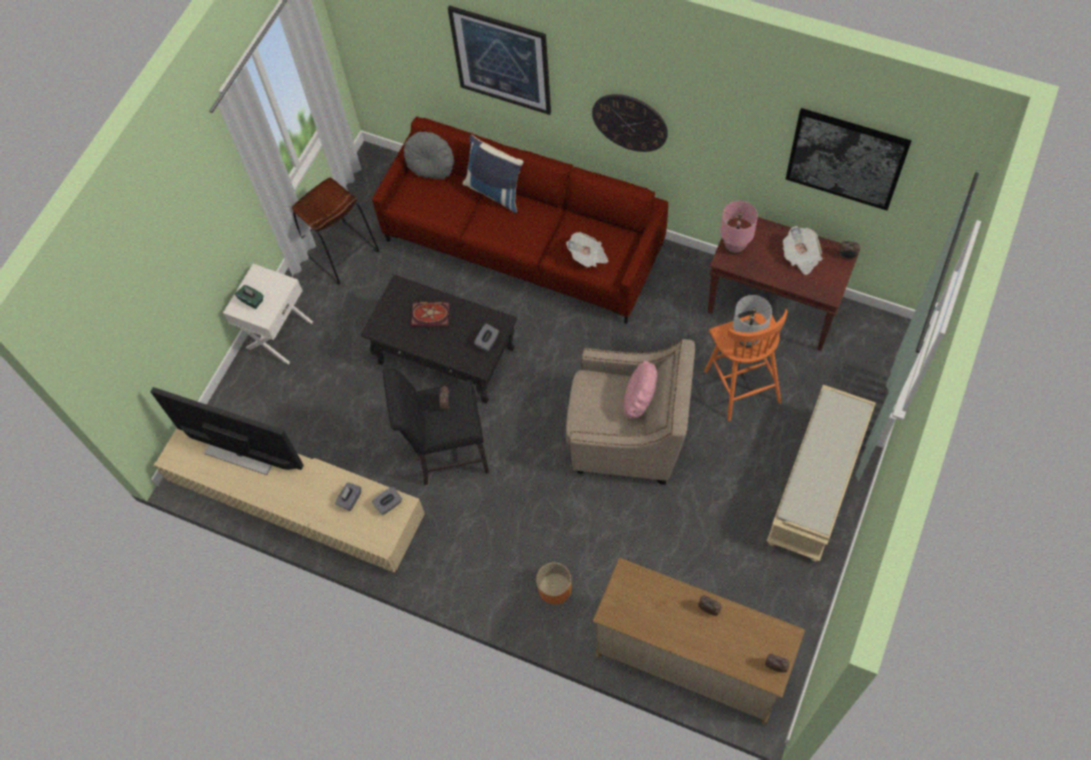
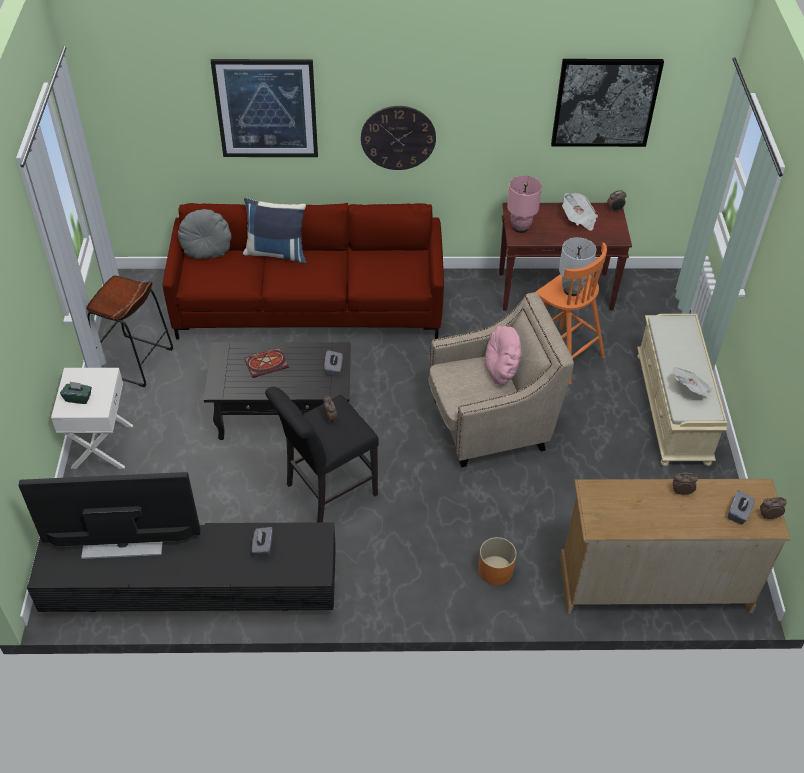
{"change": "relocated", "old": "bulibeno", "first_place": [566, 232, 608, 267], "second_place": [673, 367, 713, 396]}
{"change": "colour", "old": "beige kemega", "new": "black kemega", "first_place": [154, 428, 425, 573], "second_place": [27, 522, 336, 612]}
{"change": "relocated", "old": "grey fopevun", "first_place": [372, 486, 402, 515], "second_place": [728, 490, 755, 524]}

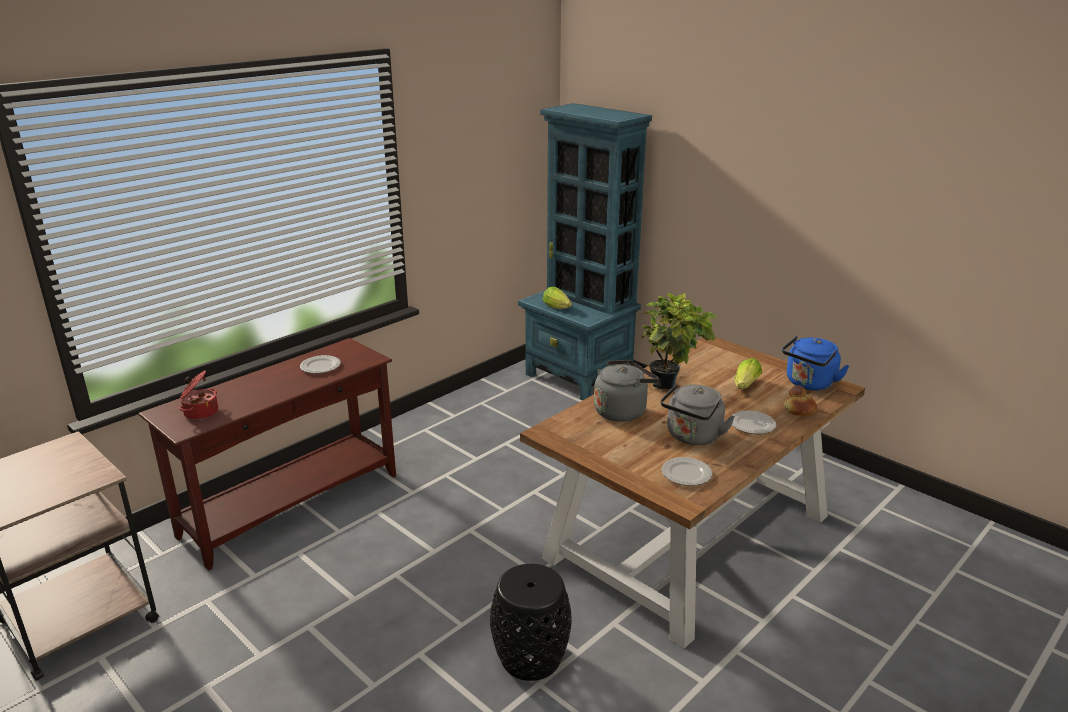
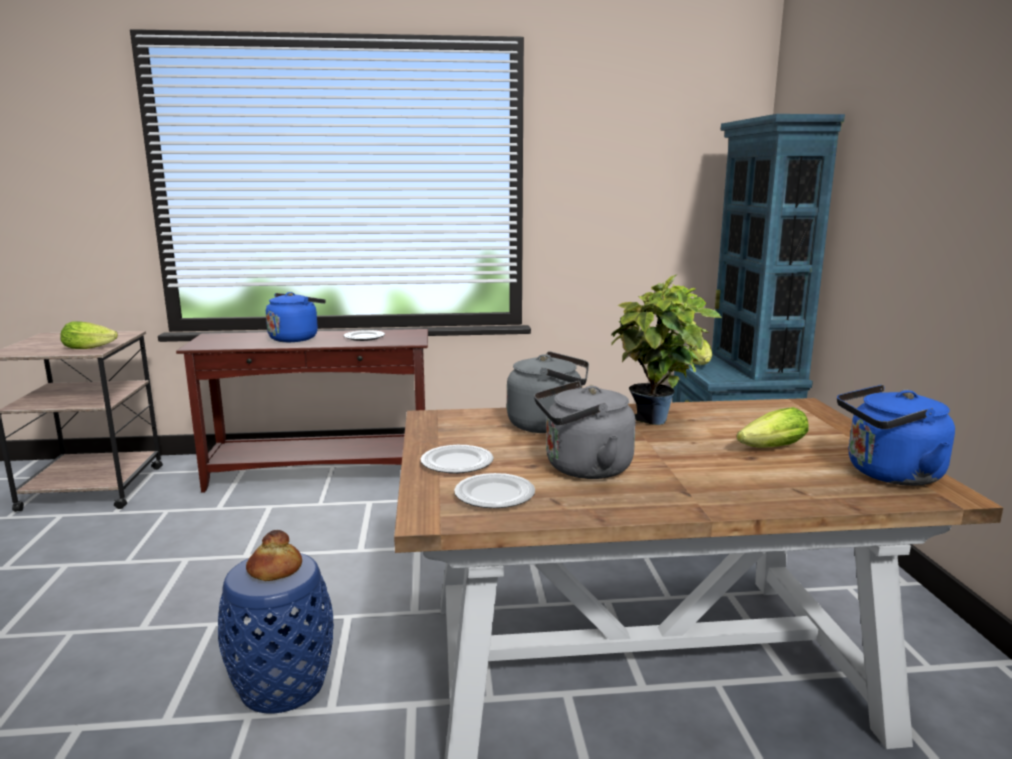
{"change": "missing", "old": "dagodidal", "first_place": [179, 370, 218, 420]}
{"change": "relocated", "old": "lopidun", "first_place": [784, 385, 817, 416], "second_place": [246, 530, 302, 581]}
{"change": "relocated", "old": "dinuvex", "first_place": [731, 411, 776, 434], "second_place": [421, 445, 494, 474]}
{"change": "colour", "old": "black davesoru", "new": "blue davesoru", "first_place": [490, 564, 572, 681], "second_place": [218, 553, 334, 714]}
{"change": "appeared", "new": "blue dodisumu", "second_place": [266, 292, 326, 342]}
{"change": "appeared", "new": "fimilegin", "second_place": [60, 321, 118, 349]}

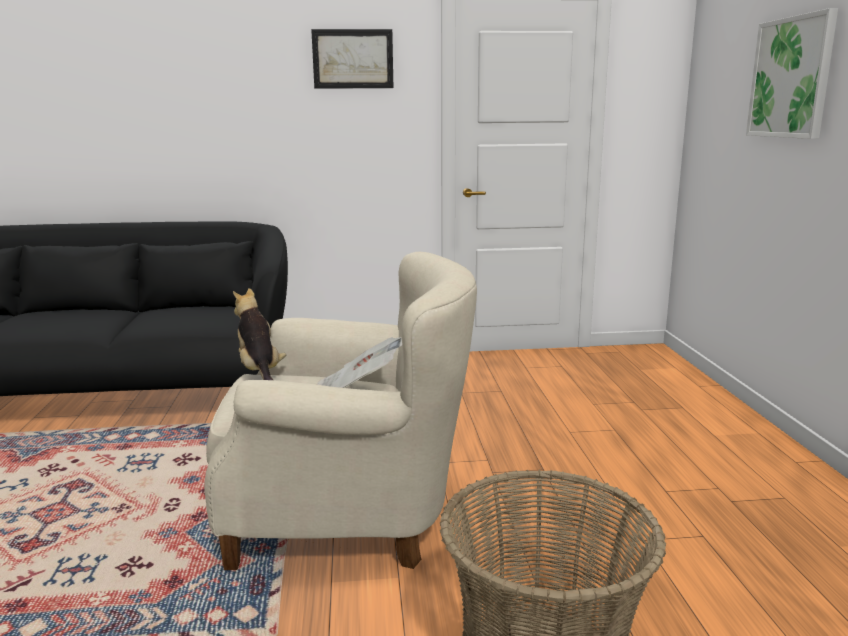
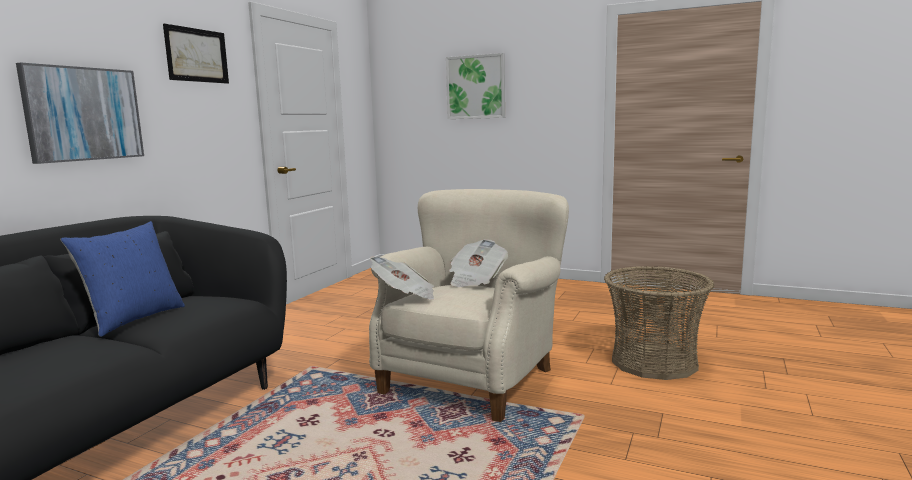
{"change": "exchanged", "old": "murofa", "new": "bulibeno", "first_place": [233, 288, 286, 380], "second_place": [370, 256, 434, 300]}
{"change": "appeared", "new": "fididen", "second_place": [16, 63, 144, 164]}
{"change": "appeared", "new": "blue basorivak", "second_place": [61, 221, 185, 337]}

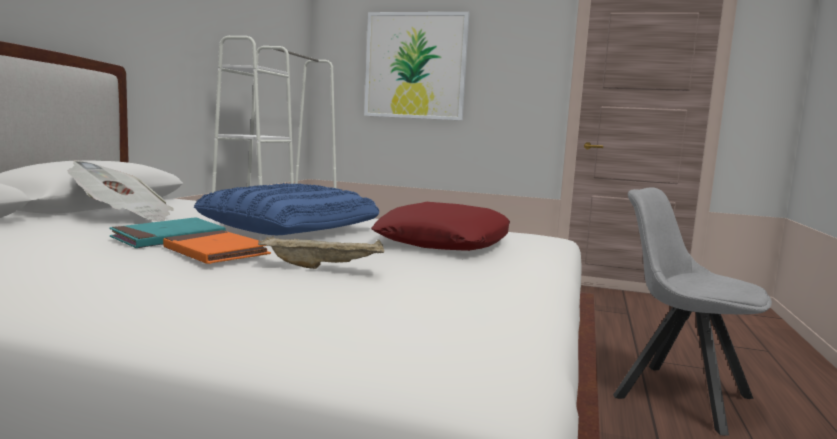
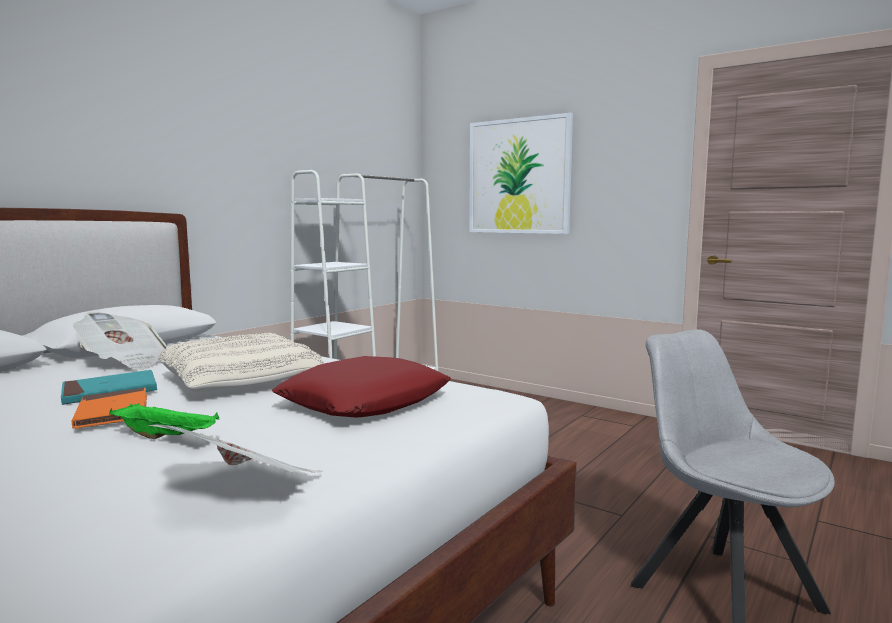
{"change": "colour", "old": "blue basorivak", "new": "beige basorivak", "first_place": [194, 183, 380, 235], "second_place": [158, 333, 325, 392]}
{"change": "colour", "old": "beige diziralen", "new": "green diziralen", "first_place": [258, 236, 384, 269], "second_place": [109, 403, 219, 439]}
{"change": "appeared", "new": "bulibeno", "second_place": [147, 425, 324, 475]}

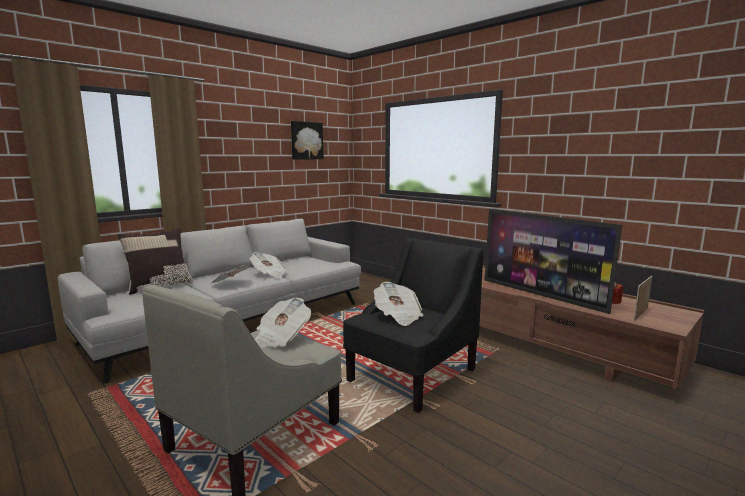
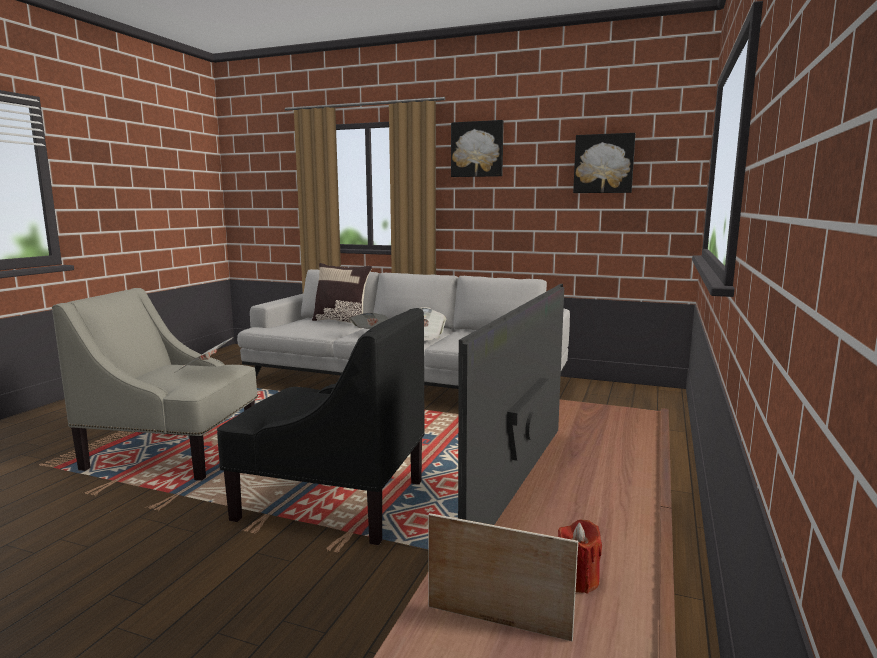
{"change": "missing", "old": "bulibeno", "first_place": [373, 282, 424, 326]}
{"change": "appeared", "new": "fididen", "second_place": [451, 120, 504, 177]}

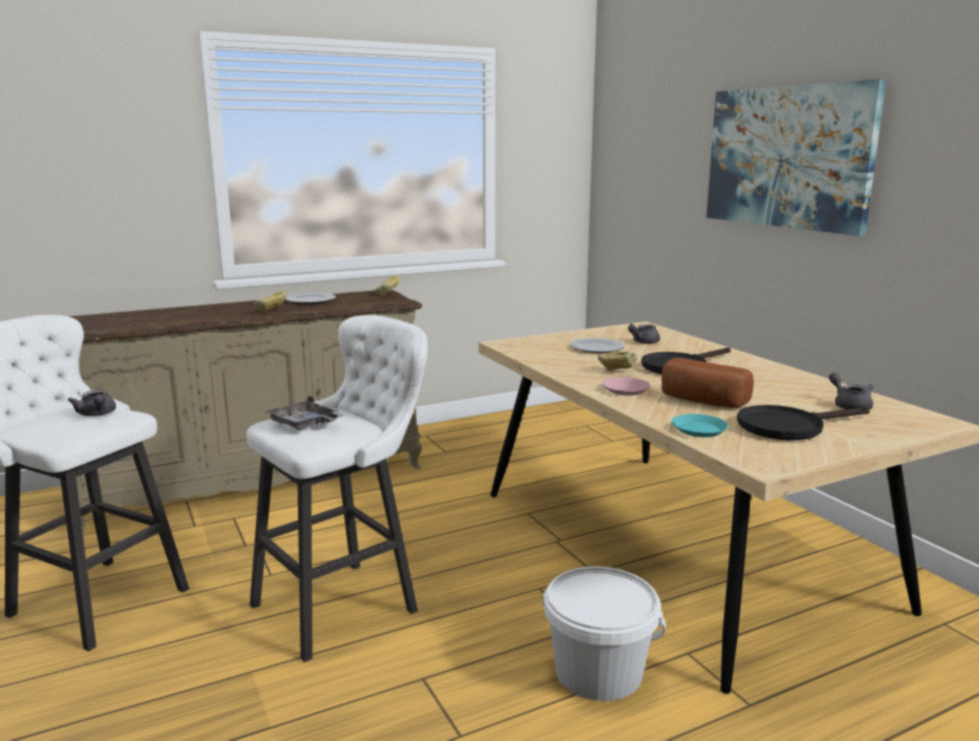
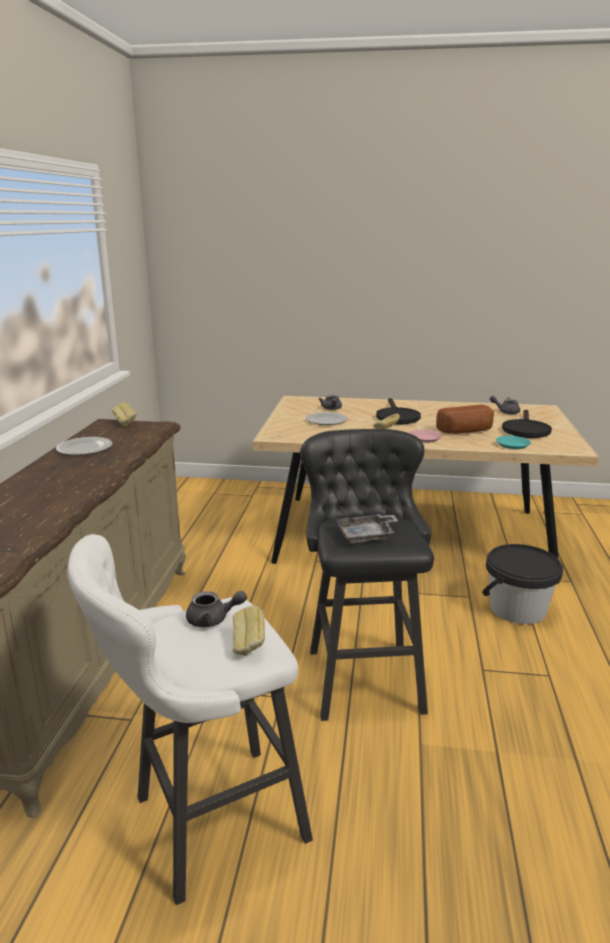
{"change": "missing", "old": "fididen", "first_place": [706, 79, 886, 236]}
{"change": "relocated", "old": "lopidun", "first_place": [254, 290, 287, 313], "second_place": [233, 605, 265, 656]}
{"change": "colour", "old": "white davesoru", "new": "black davesoru", "first_place": [246, 315, 428, 662], "second_place": [300, 429, 434, 721]}
{"change": "colour", "old": "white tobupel", "new": "black tobupel", "first_place": [543, 566, 666, 701], "second_place": [482, 544, 563, 624]}

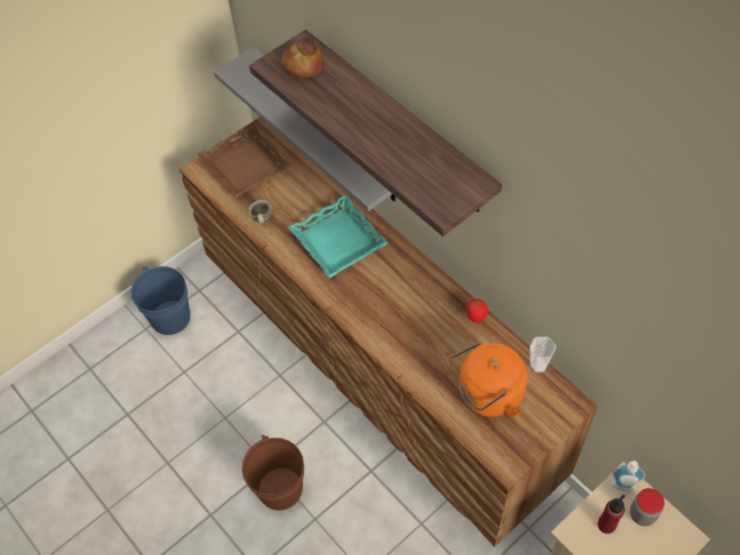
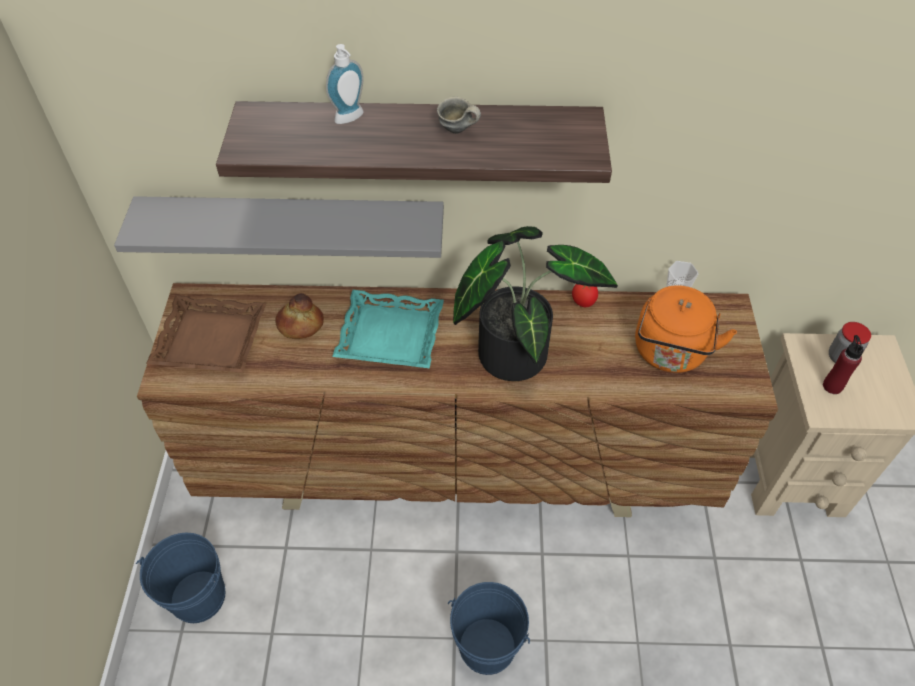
{"change": "relocated", "old": "lopidun", "first_place": [282, 38, 324, 77], "second_place": [275, 293, 324, 339]}
{"change": "relocated", "old": "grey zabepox", "first_place": [249, 200, 271, 224], "second_place": [437, 97, 481, 134]}
{"change": "colour", "old": "brown tobupel", "new": "blue tobupel", "first_place": [242, 435, 304, 510], "second_place": [447, 582, 530, 675]}
{"change": "relocated", "old": "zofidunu", "first_place": [611, 461, 645, 491], "second_place": [326, 44, 364, 124]}
{"change": "appeared", "new": "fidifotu", "second_place": [453, 226, 618, 381]}

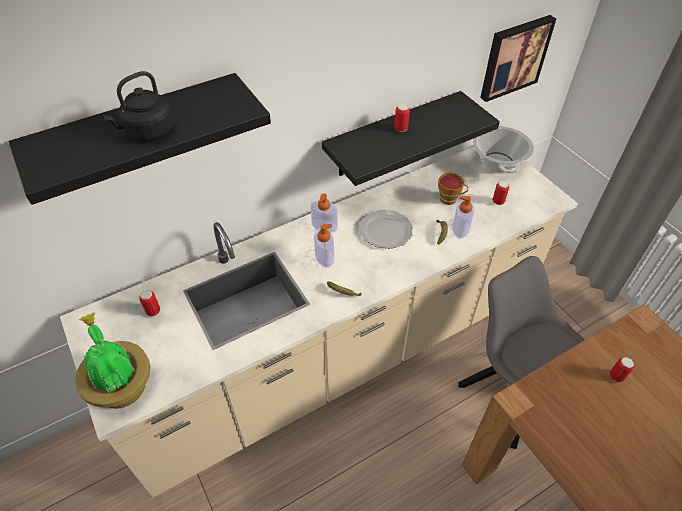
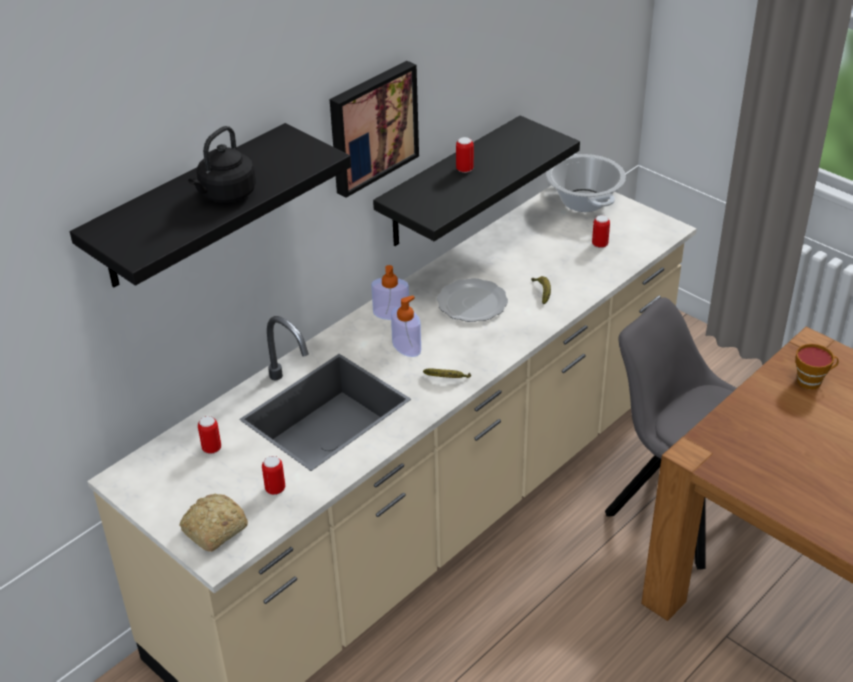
{"change": "relocated", "old": "fididen", "first_place": [480, 15, 556, 102], "second_place": [329, 61, 419, 198]}
{"change": "relocated", "old": "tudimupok", "first_place": [438, 173, 468, 205], "second_place": [796, 344, 839, 390]}
{"change": "missing", "old": "zofidunu", "first_place": [452, 196, 474, 238]}
{"change": "exchanged", "old": "fidifotu", "new": "lopidun", "first_place": [75, 312, 150, 409], "second_place": [180, 494, 248, 552]}
{"change": "relocated", "old": "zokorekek", "first_place": [610, 357, 634, 382], "second_place": [262, 456, 285, 495]}

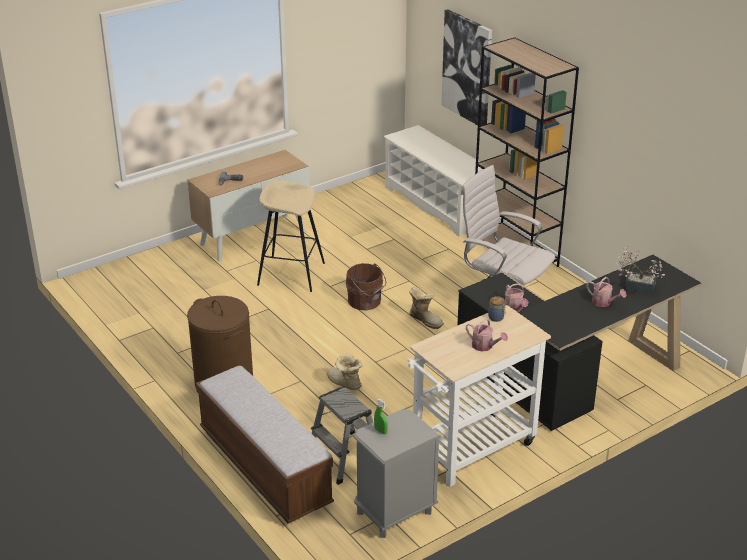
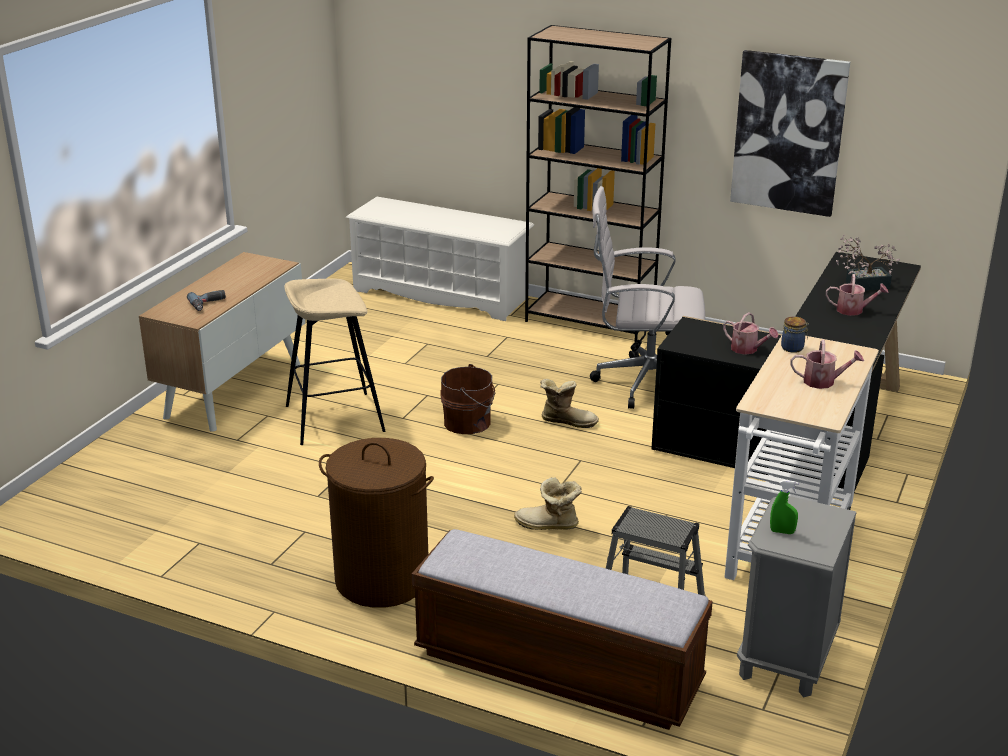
{"change": "relocated", "old": "fididen", "first_place": [441, 9, 492, 126], "second_place": [730, 50, 850, 217]}

